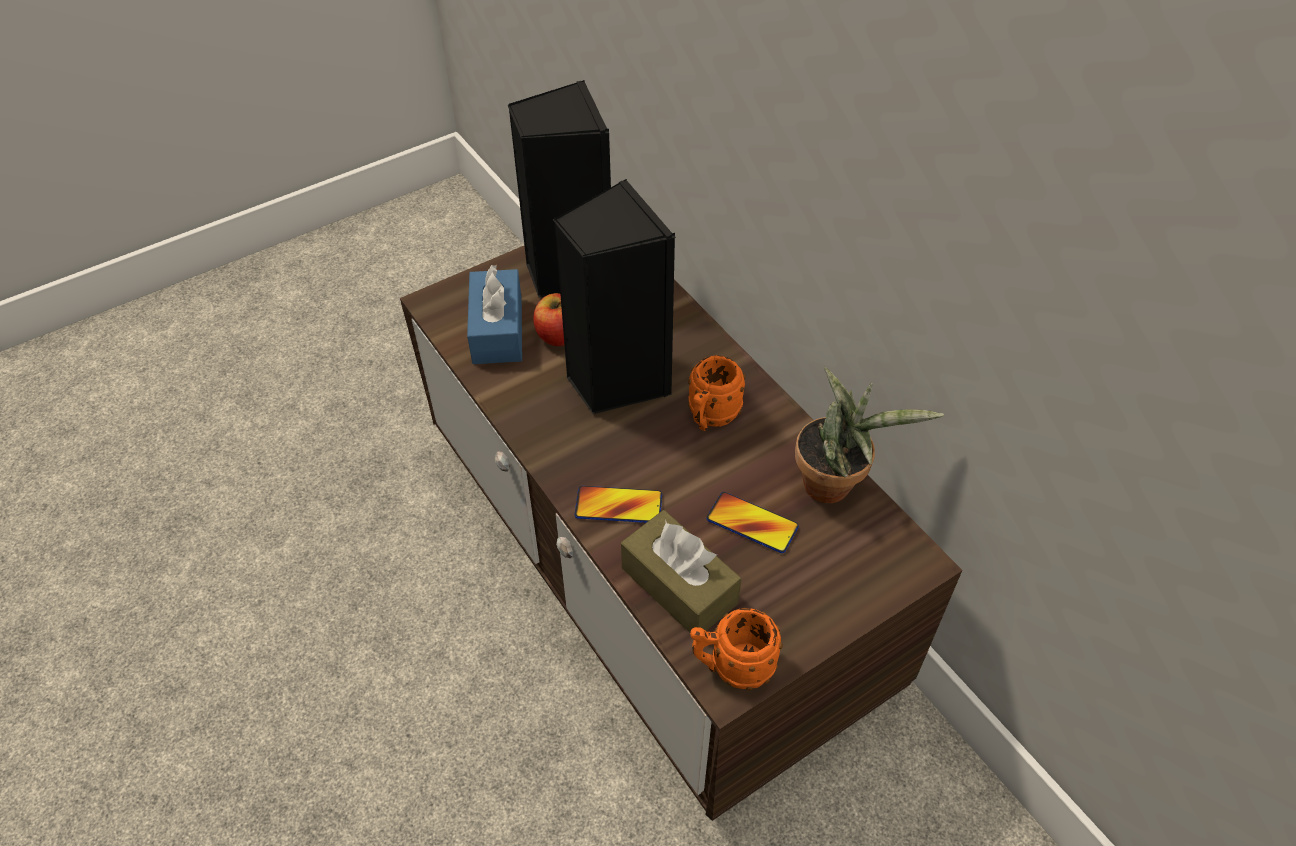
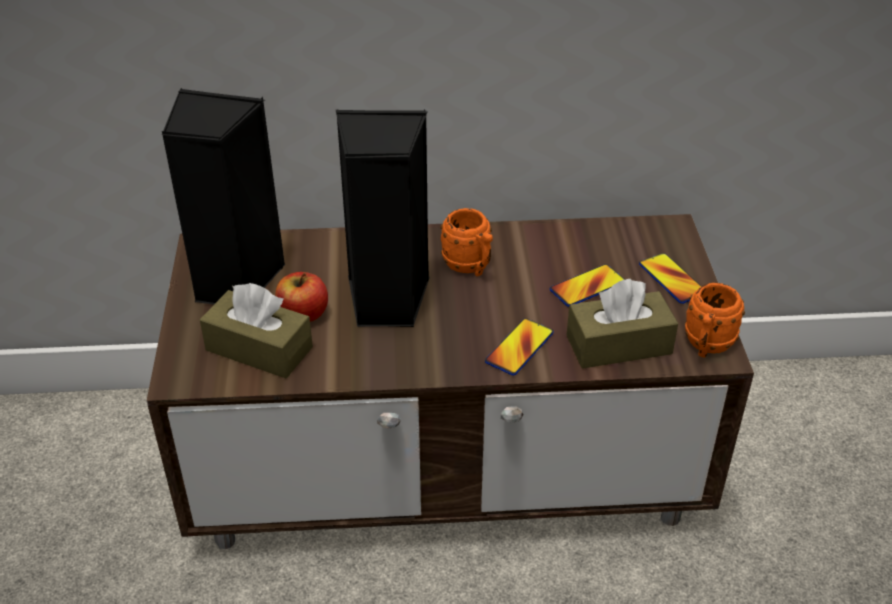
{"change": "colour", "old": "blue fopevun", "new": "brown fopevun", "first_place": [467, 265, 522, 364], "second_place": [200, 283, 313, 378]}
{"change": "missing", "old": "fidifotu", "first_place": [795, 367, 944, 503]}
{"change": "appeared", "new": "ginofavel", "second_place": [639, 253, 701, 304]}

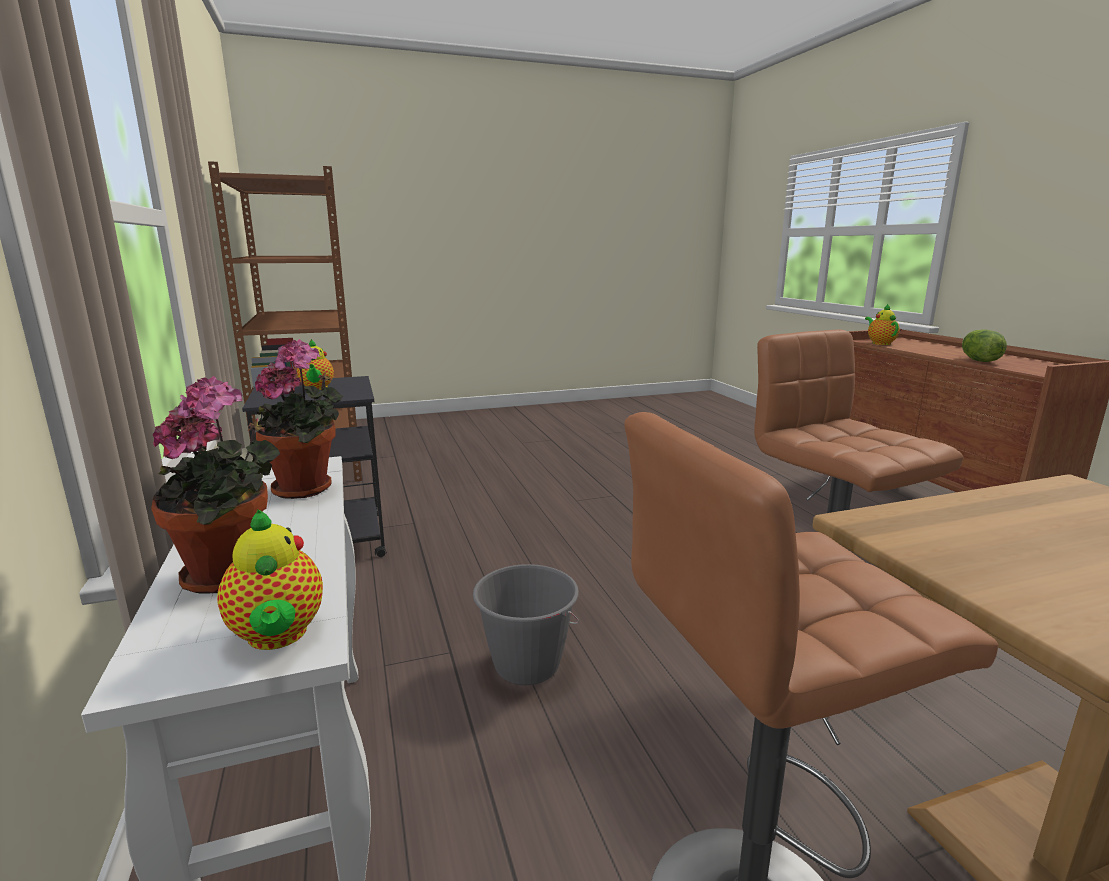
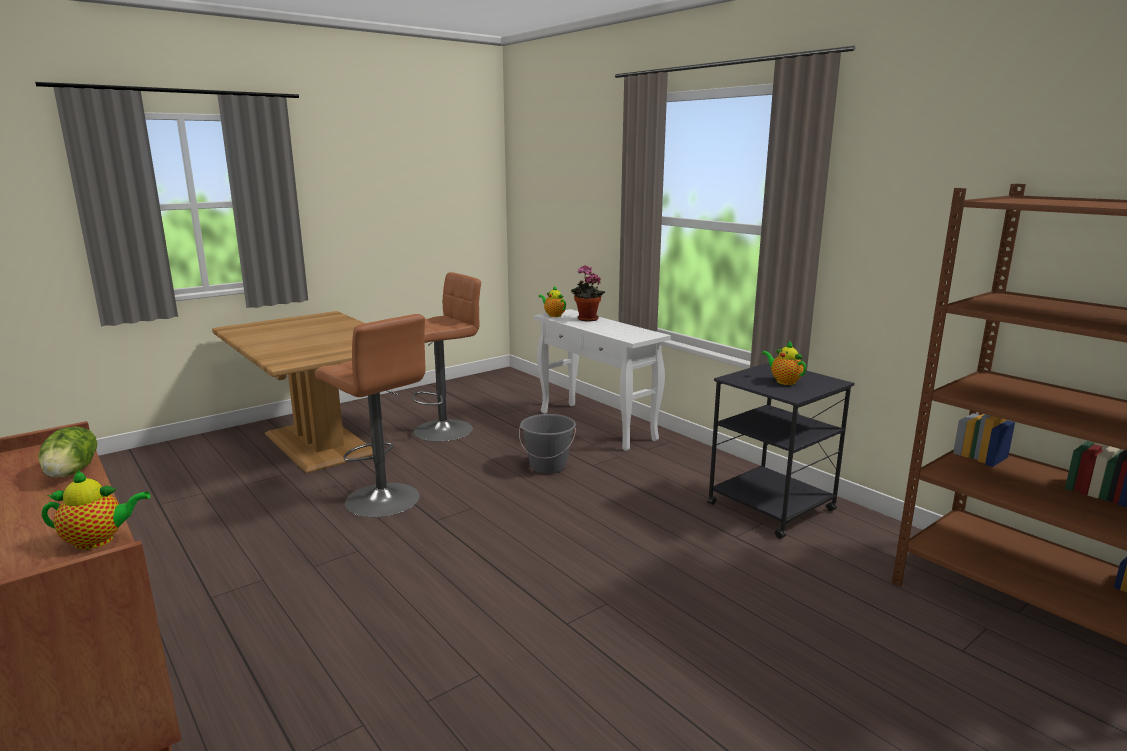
{"change": "spun", "old": "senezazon", "first_place": [865, 303, 900, 345], "second_place": [42, 470, 150, 550], "degrees": -75}
{"change": "missing", "old": "fidifotu", "first_place": [255, 339, 343, 499]}

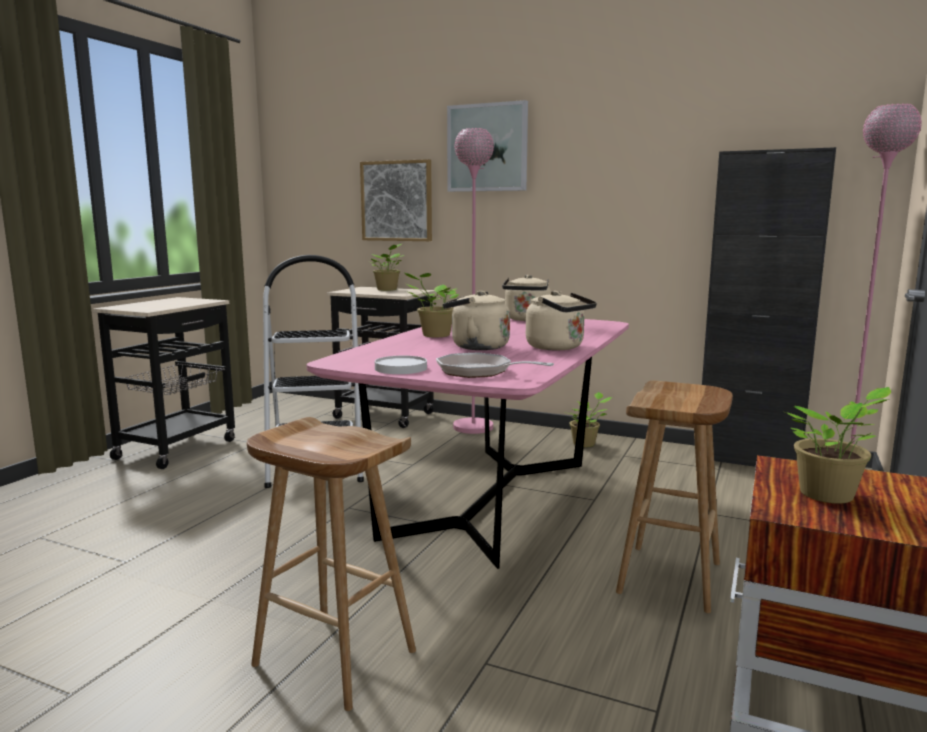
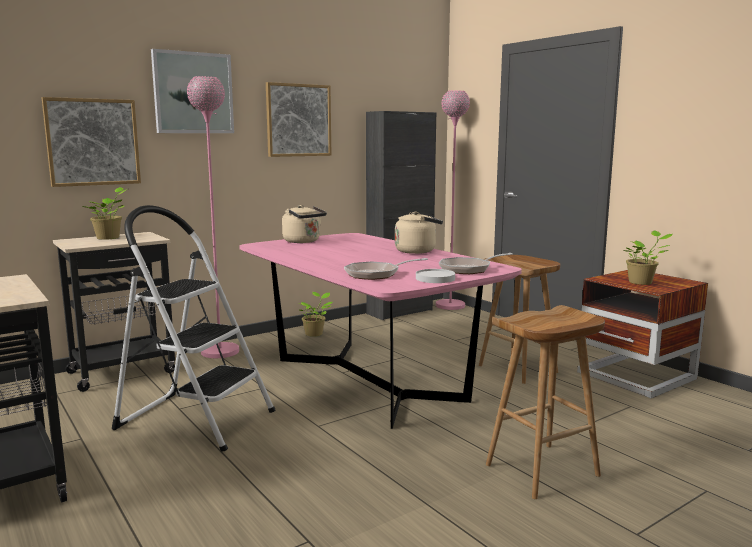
{"change": "missing", "old": "fidifotu", "first_place": [405, 273, 459, 337]}
{"change": "missing", "old": "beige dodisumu", "first_place": [443, 291, 510, 350]}
{"change": "appeared", "new": "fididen", "second_place": [266, 82, 331, 157]}
{"change": "appeared", "new": "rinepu", "second_place": [344, 258, 428, 280]}

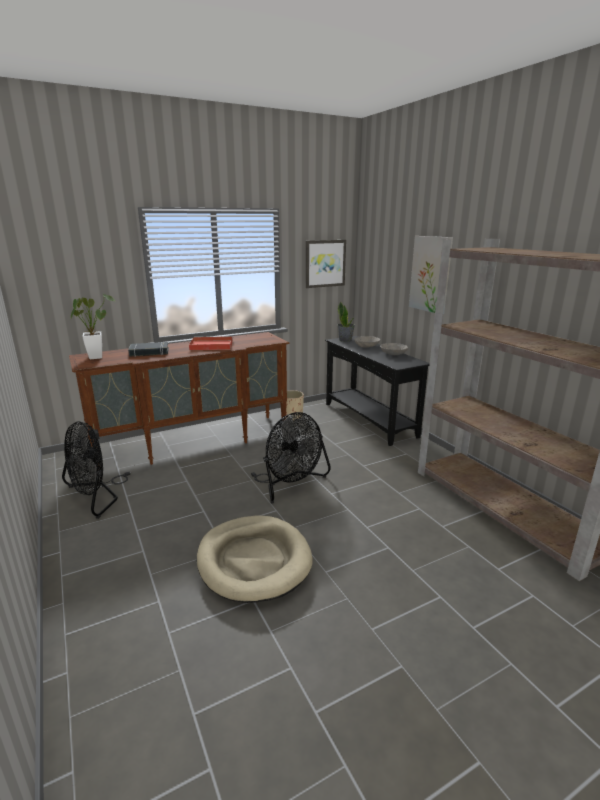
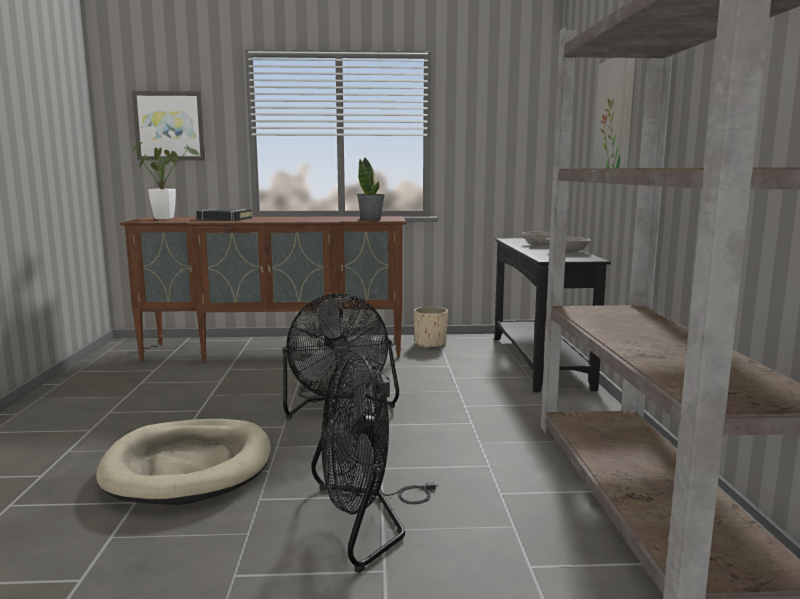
{"change": "relocated", "old": "fididen", "first_place": [306, 240, 346, 288], "second_place": [132, 91, 205, 160]}
{"change": "relocated", "old": "fidifotu", "first_place": [338, 301, 355, 342], "second_place": [356, 157, 385, 221]}
{"change": "missing", "old": "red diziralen", "first_place": [189, 336, 233, 350]}
{"change": "relocated", "old": "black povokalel", "first_place": [62, 421, 131, 519], "second_place": [311, 354, 439, 573]}

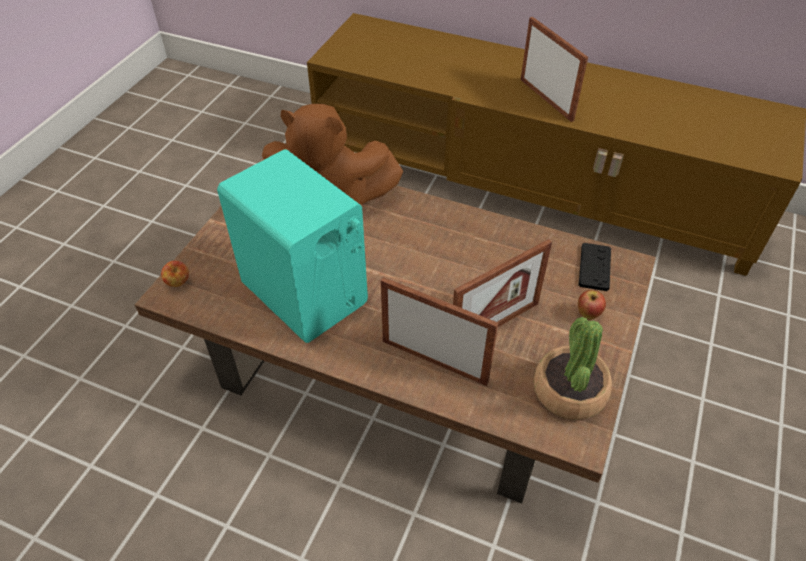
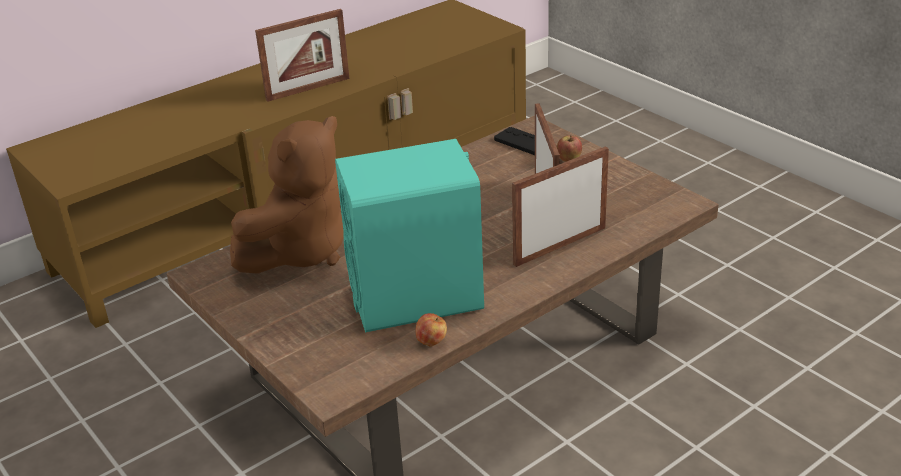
{"change": "spun", "old": "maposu", "first_place": [521, 17, 588, 122], "second_place": [255, 9, 350, 102], "degrees": 150}
{"change": "relocated", "old": "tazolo", "first_place": [161, 261, 189, 287], "second_place": [416, 313, 447, 347]}
{"change": "missing", "old": "fidifotu", "first_place": [534, 317, 612, 420]}

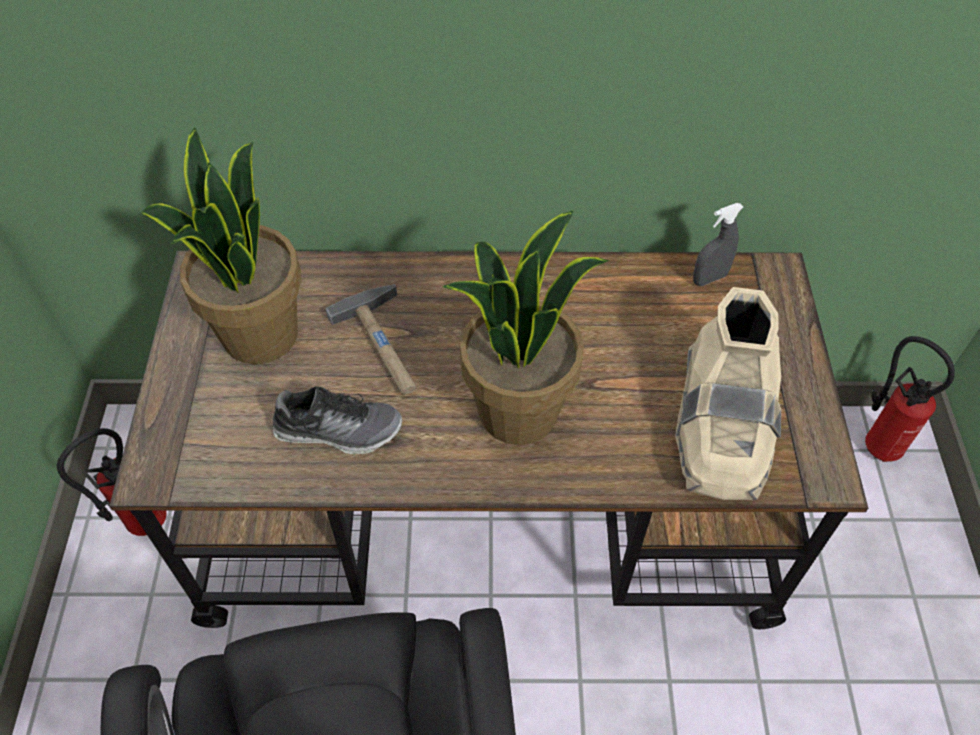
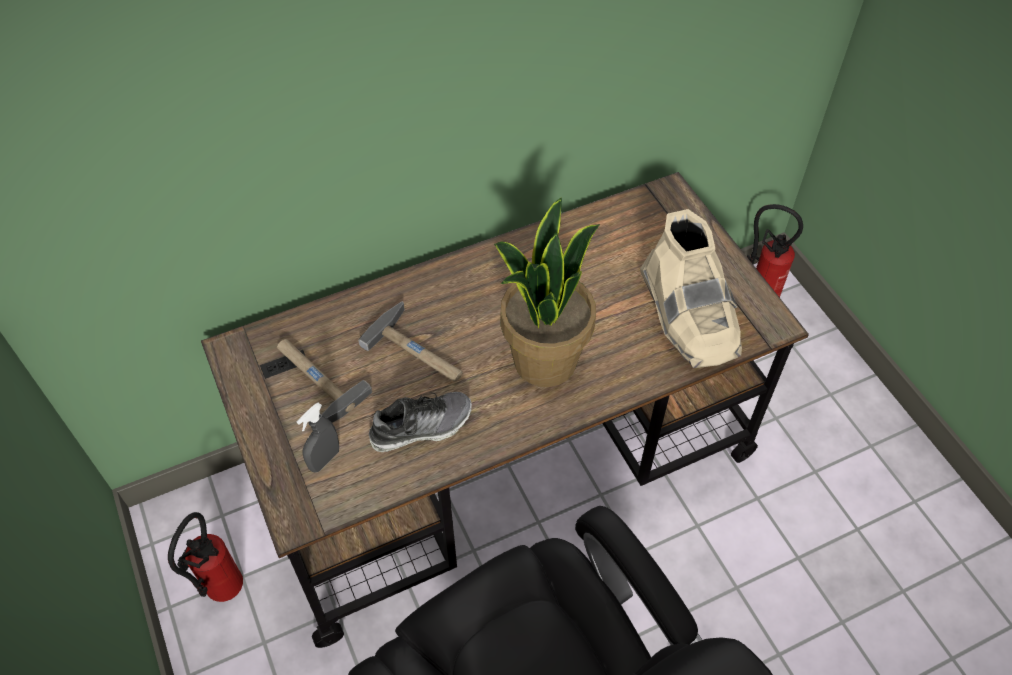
{"change": "exchanged", "old": "fidifotu", "new": "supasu", "first_place": [140, 127, 302, 365], "second_place": [277, 339, 372, 423]}
{"change": "relocated", "old": "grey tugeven", "first_place": [693, 203, 743, 286], "second_place": [297, 403, 339, 473]}

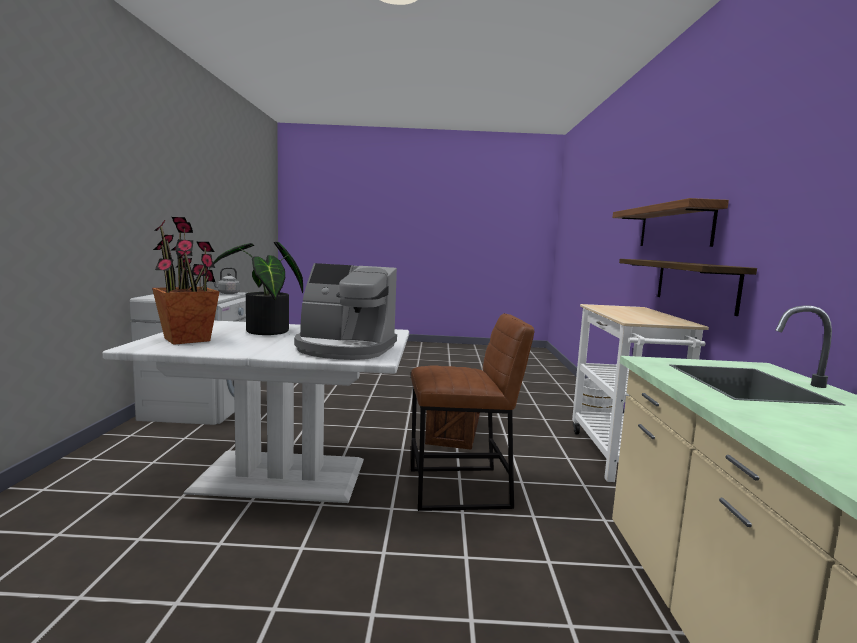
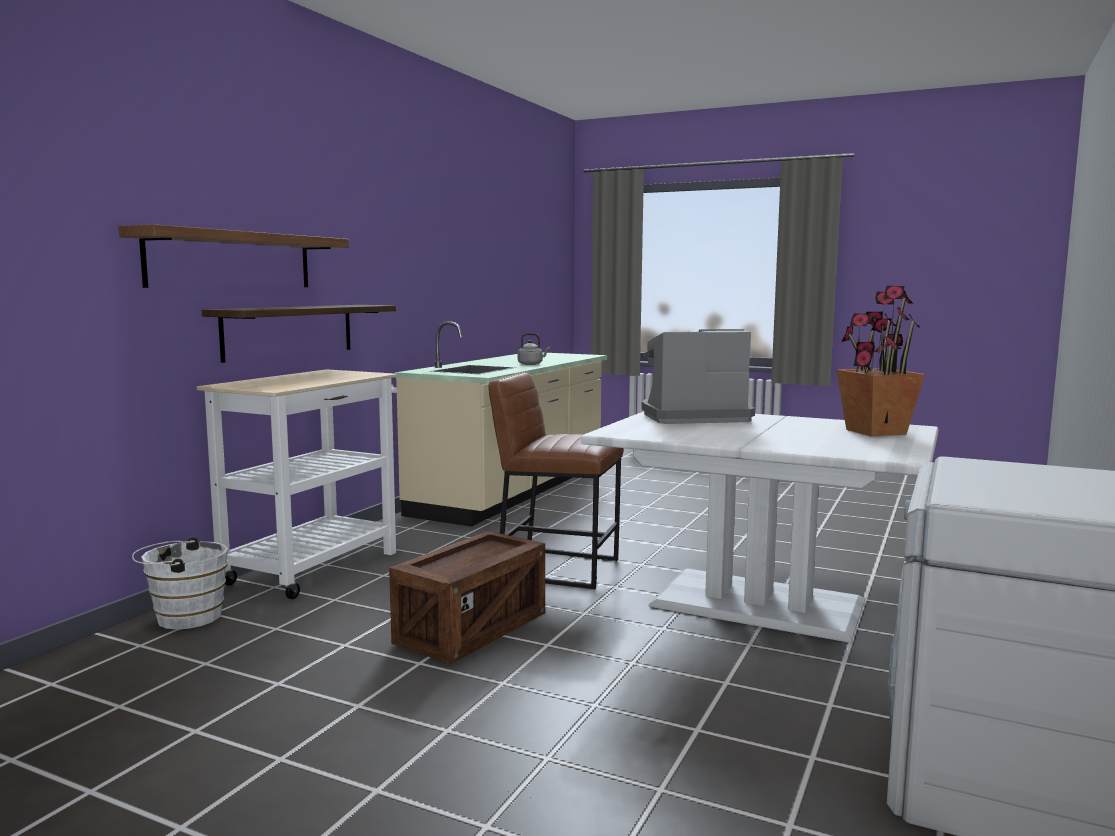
{"change": "missing", "old": "fidifotu", "first_place": [209, 242, 303, 335]}
{"change": "spun", "old": "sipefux", "first_place": [294, 263, 397, 360], "second_place": [641, 329, 755, 424], "degrees": -45}
{"change": "relocated", "old": "grey dodisumu", "first_place": [213, 267, 241, 294], "second_place": [518, 333, 550, 365]}

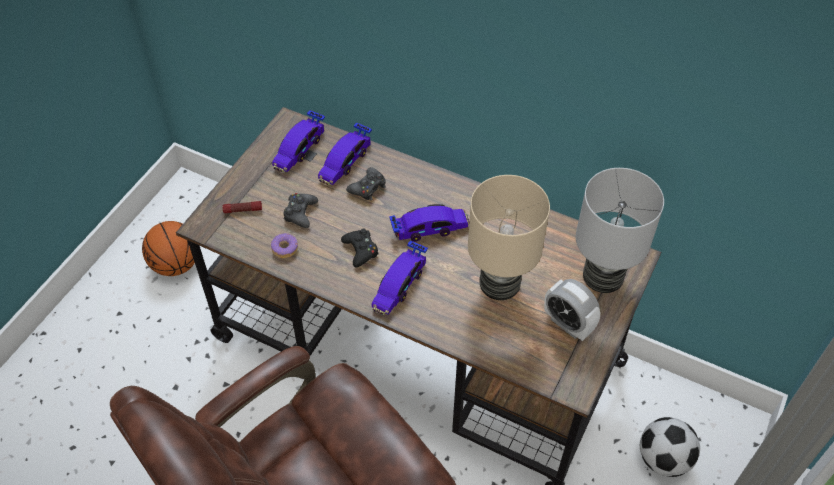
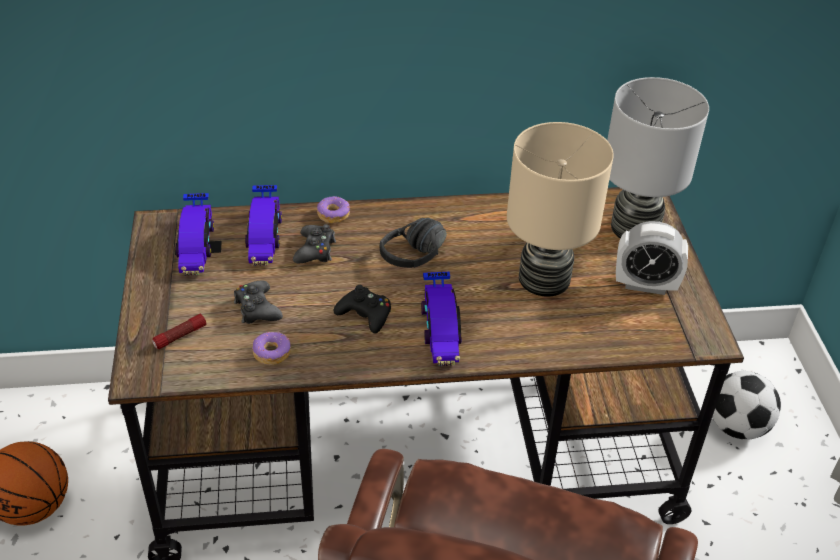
{"change": "exchanged", "old": "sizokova", "new": "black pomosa", "first_place": [389, 204, 469, 242], "second_place": [379, 218, 447, 268]}
{"change": "appeared", "new": "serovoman", "second_place": [317, 196, 350, 223]}

